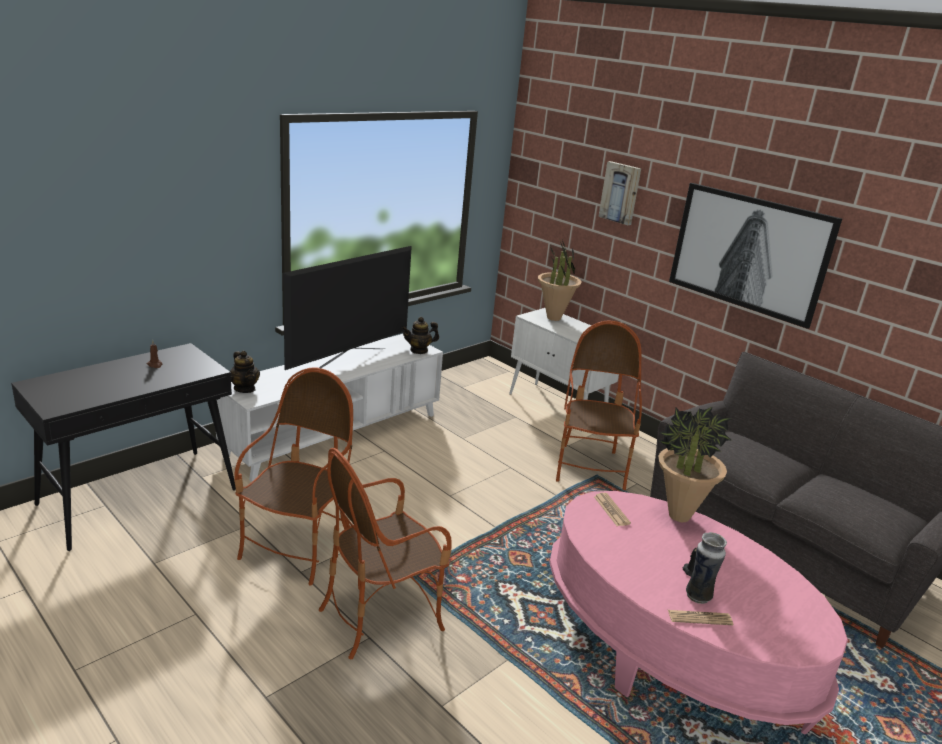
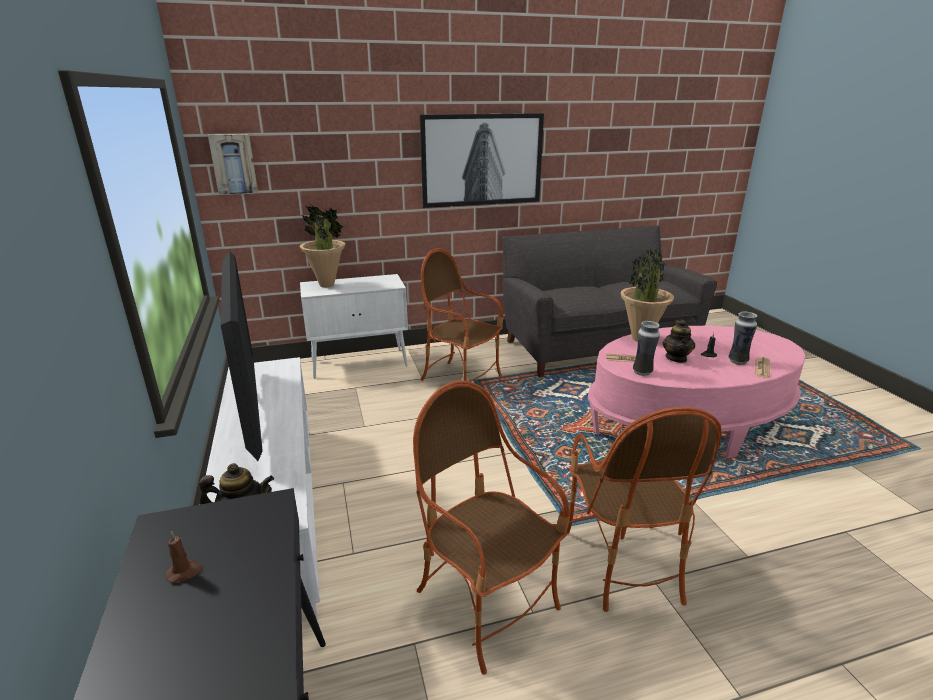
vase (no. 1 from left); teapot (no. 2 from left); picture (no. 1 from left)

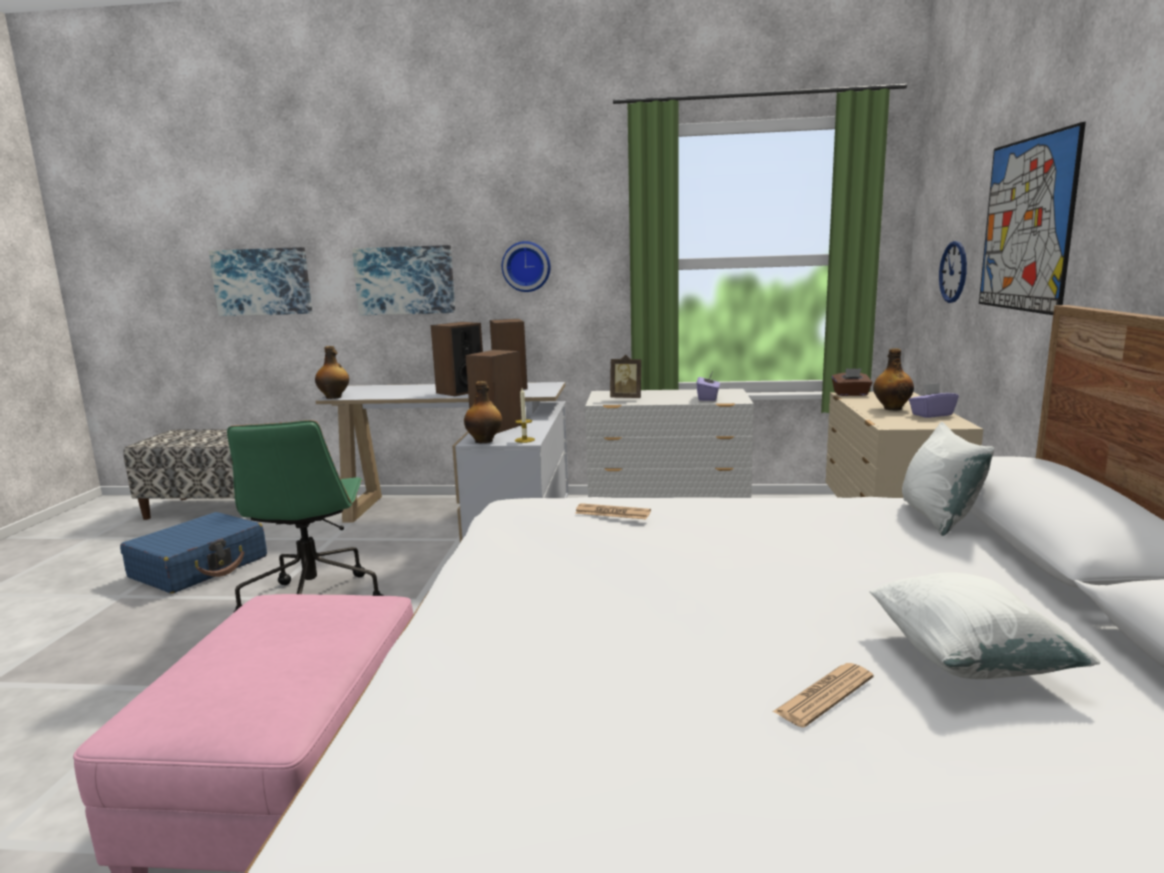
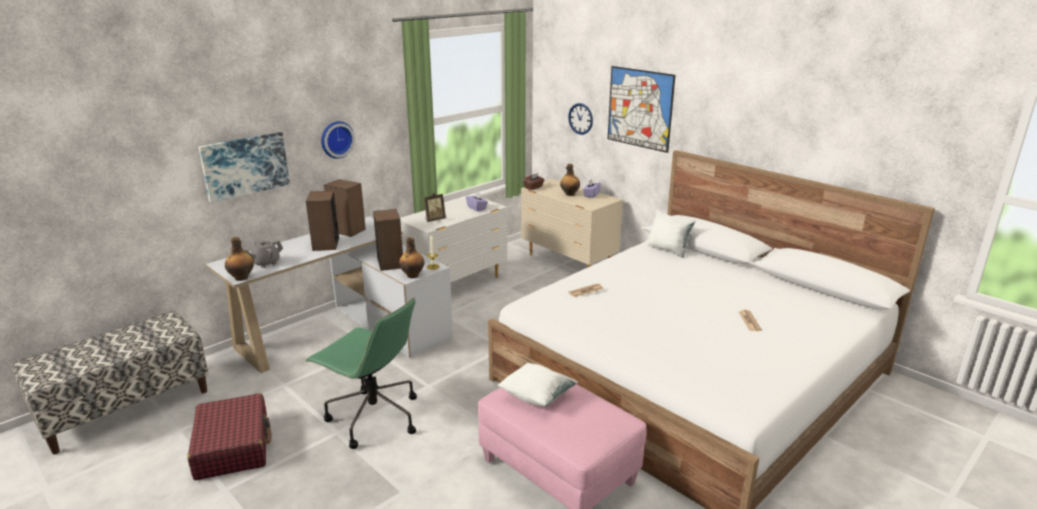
picture (no. 1 from left in the first image); grey_teapot; white_pillow (no. 1 from left); red_suitcase

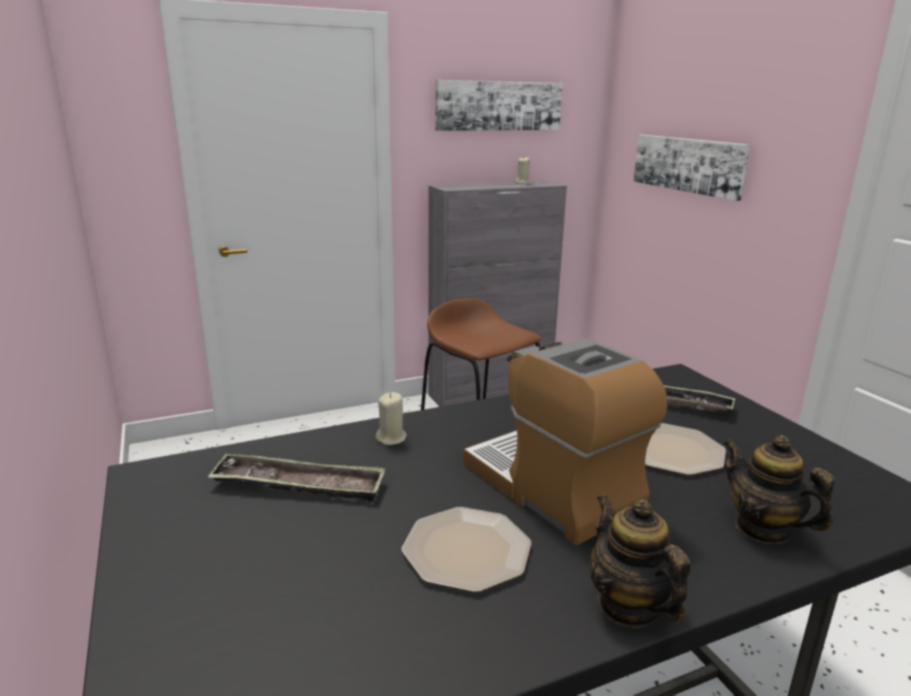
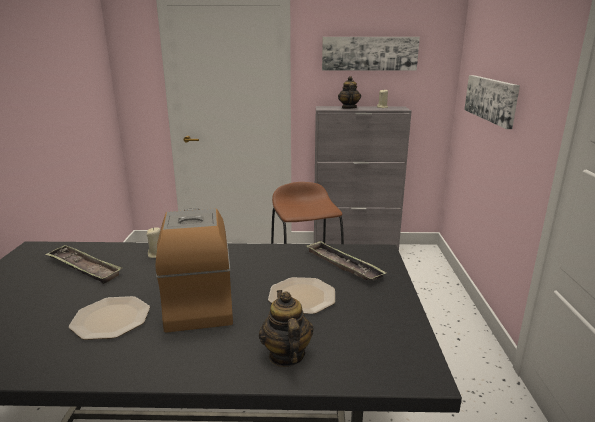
teapot (no. 2 from left)

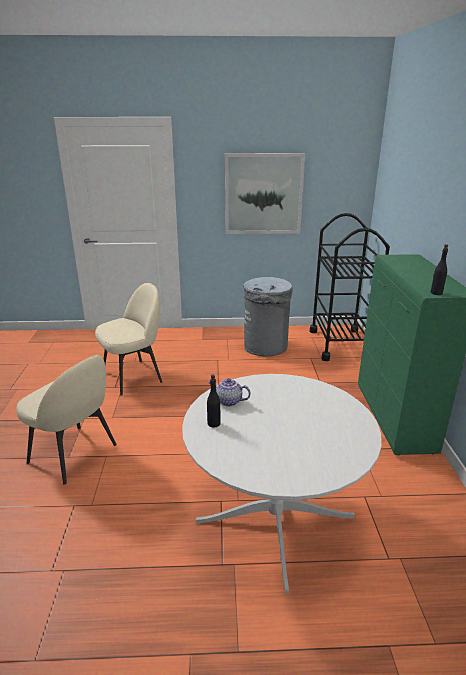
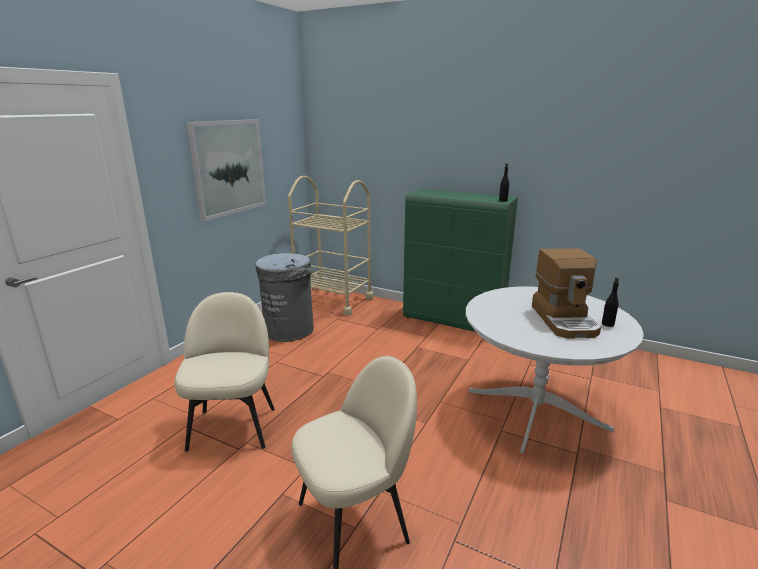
teapot; coffee_machine; black_bottle (no. 2 from left); beige_cart

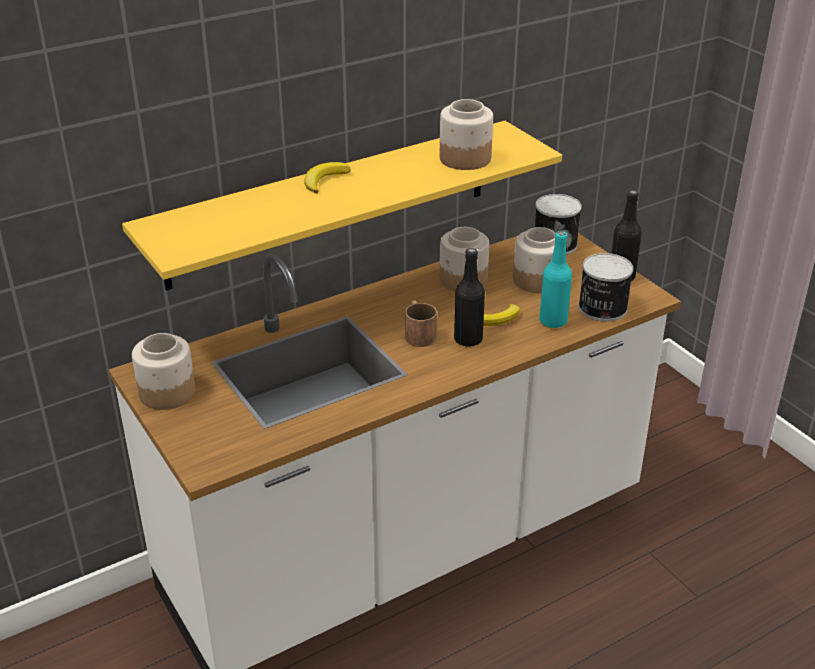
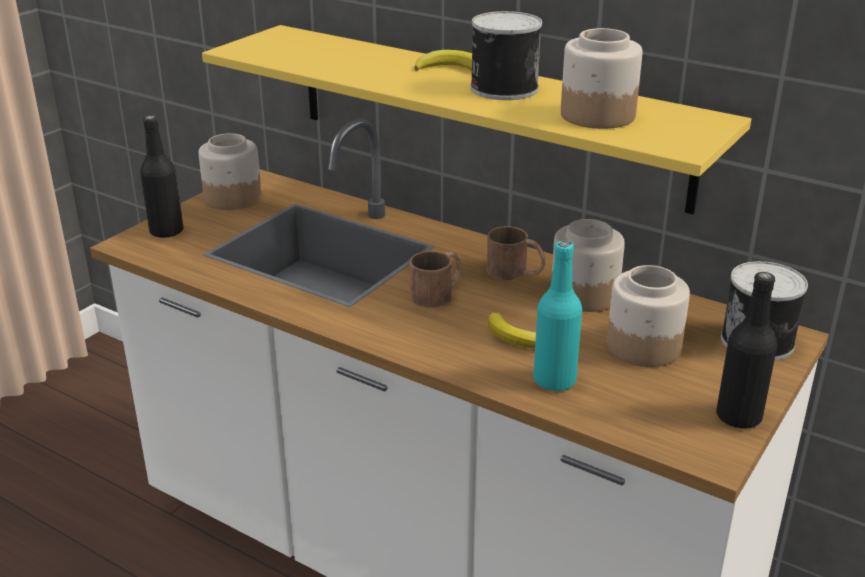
brown_mug (no. 2 from left); black_bottle (no. 1 from left); can (no. 1 from left)

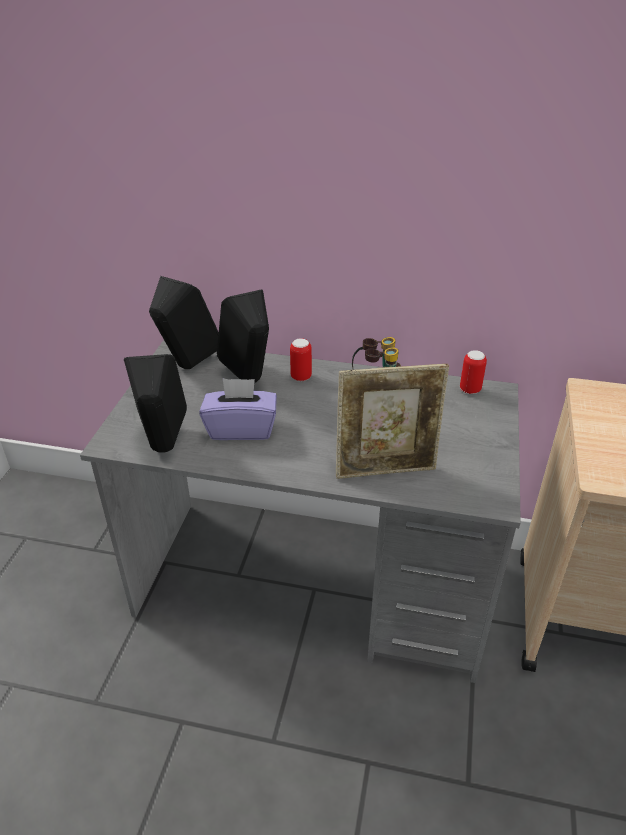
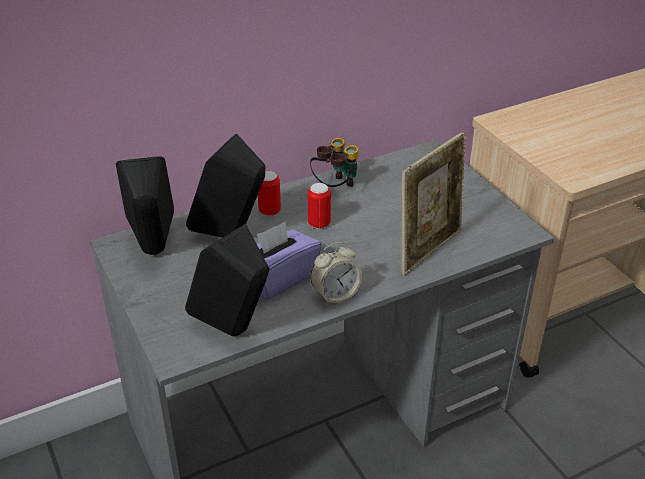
alarm_clock; can (no. 2 from left)

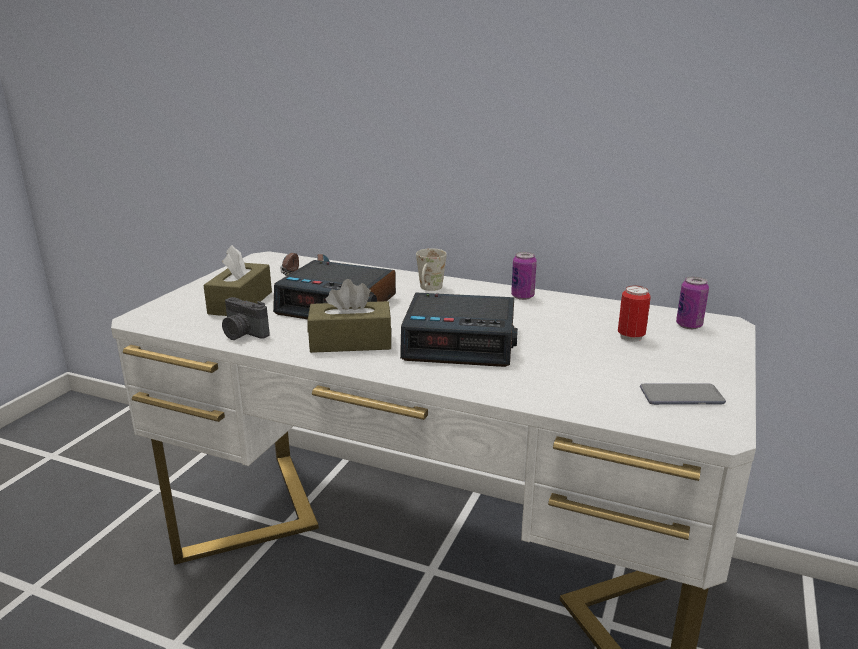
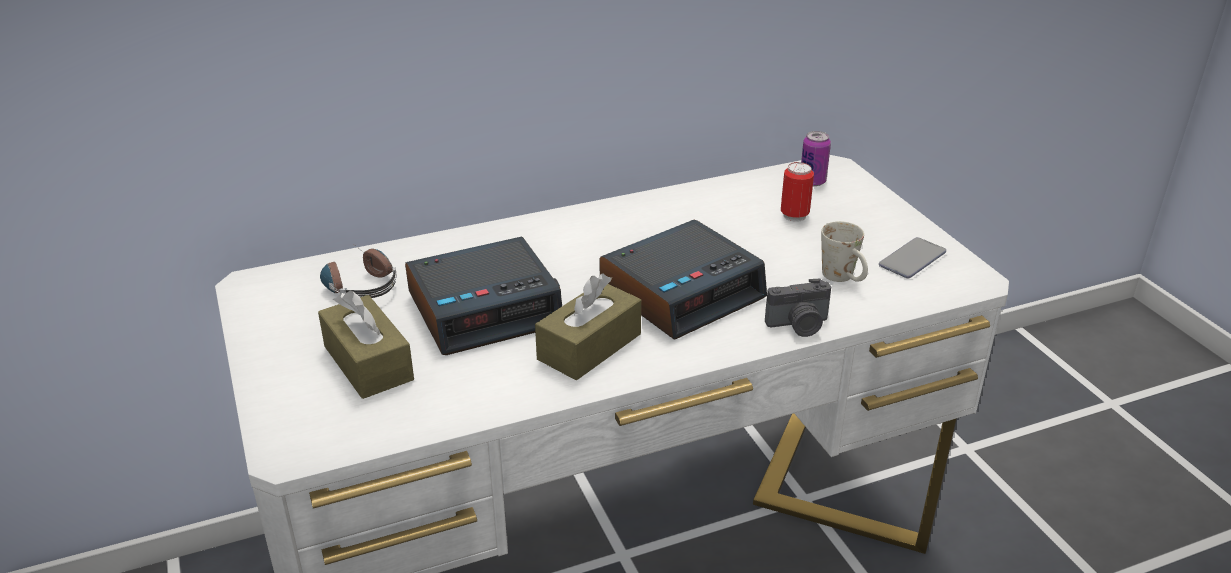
can (no. 1 from left in the first image); photo_camera; white_mug

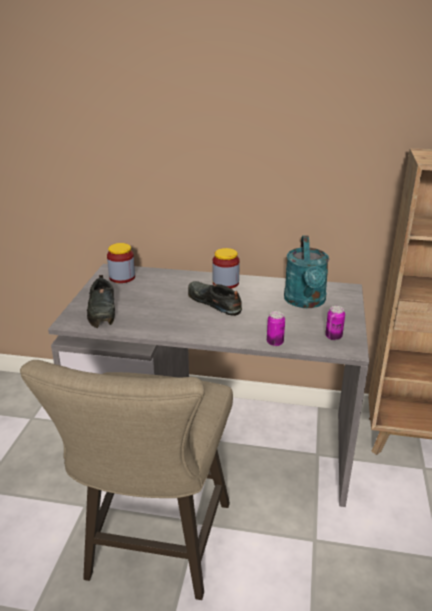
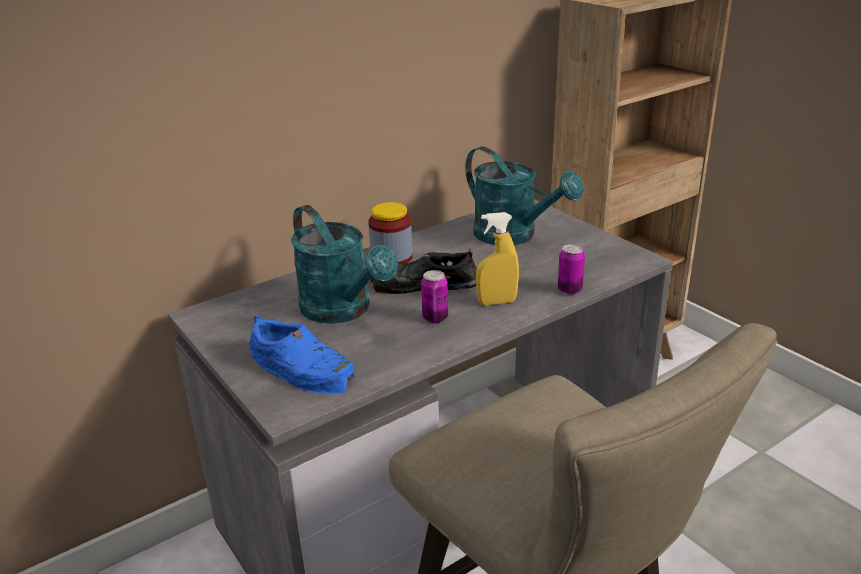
jar (no. 1 from left in the first image); turquoise_watering_can (no. 1 from left); yellow_spray_bottle; can (no. 1 from left); blue_shoe

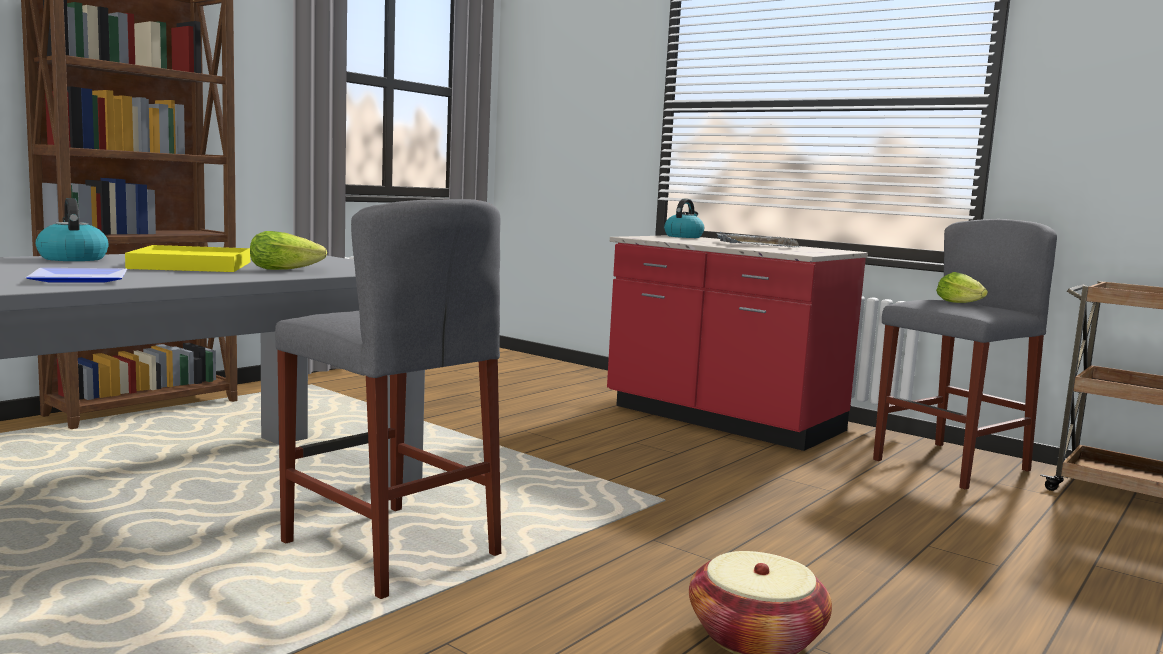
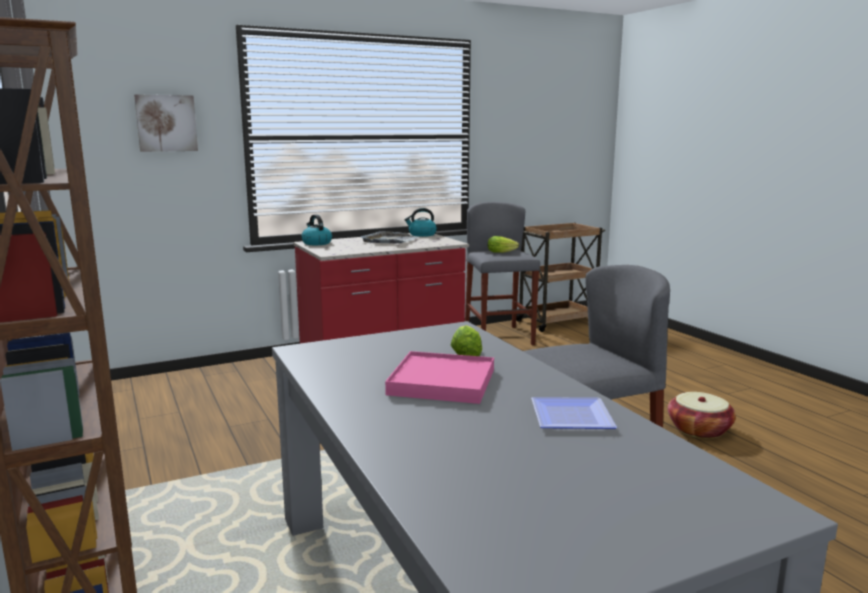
picture; kettle (no. 2 from left); pink_tray

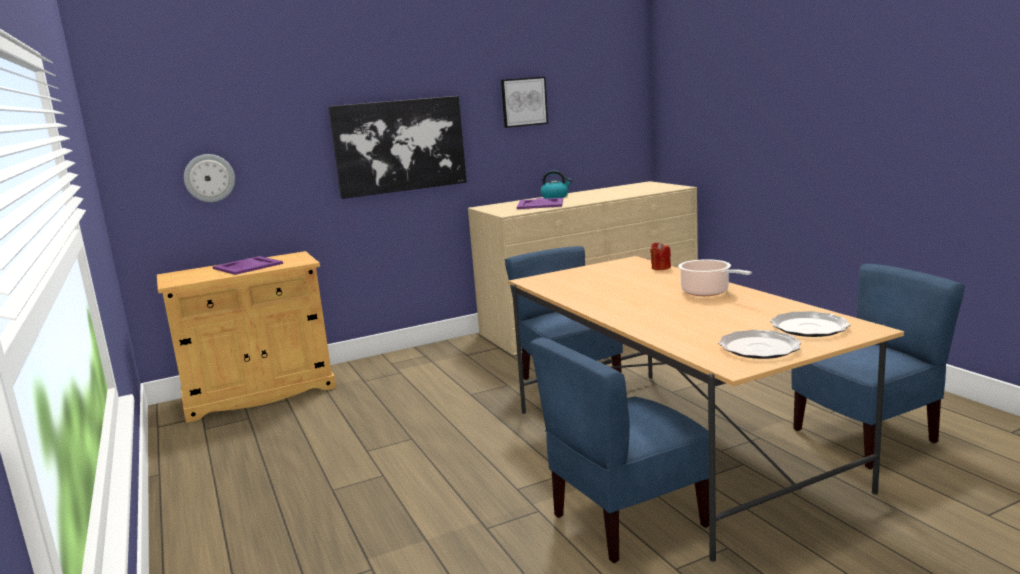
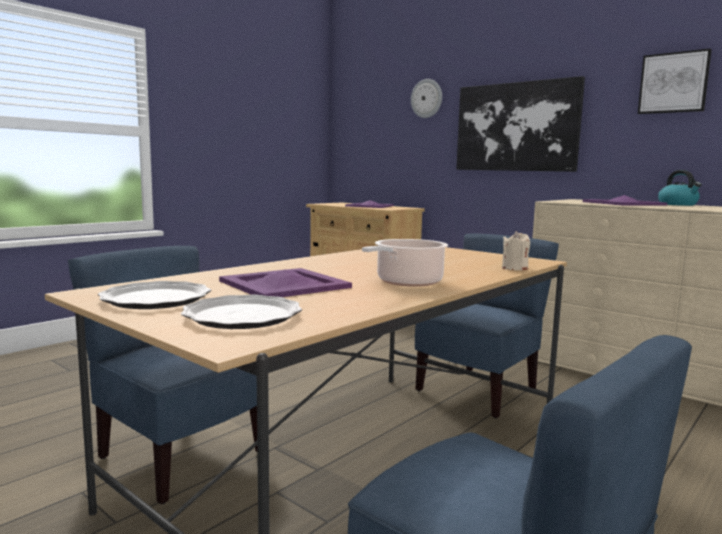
purple_tray (no. 1 from left); wall_clock; beige_candle

